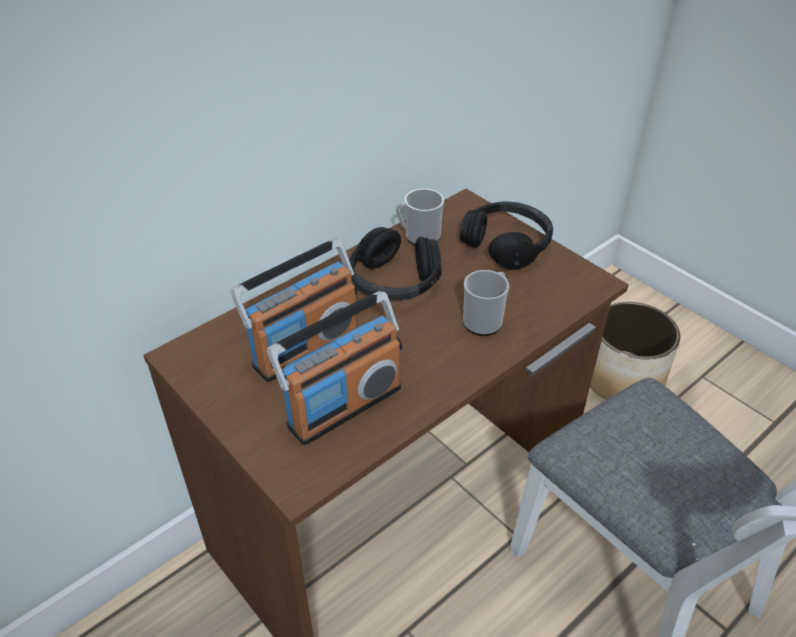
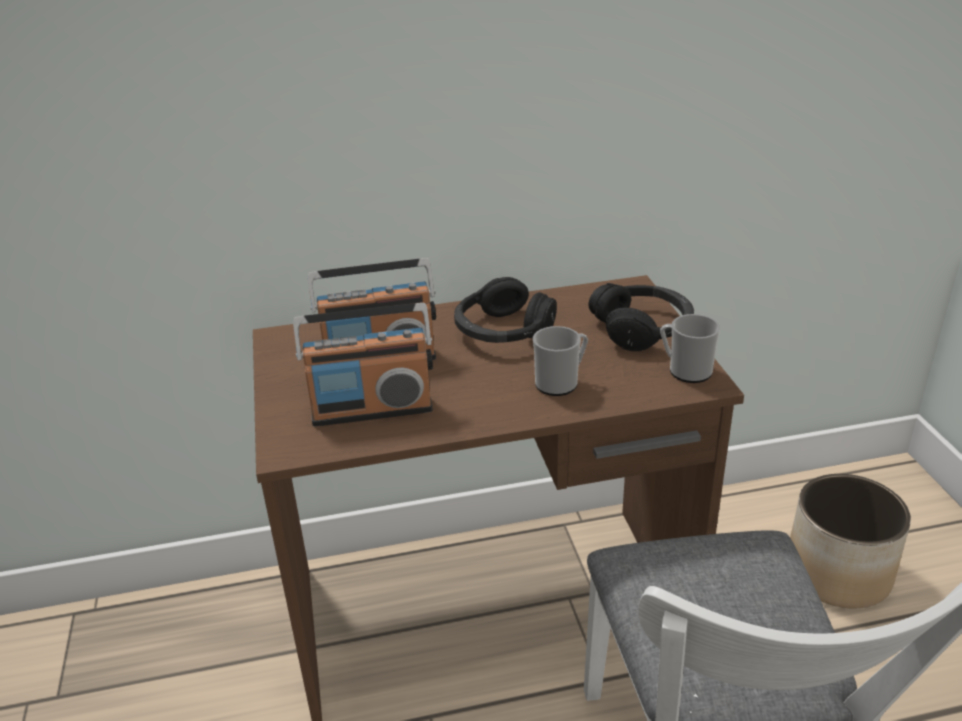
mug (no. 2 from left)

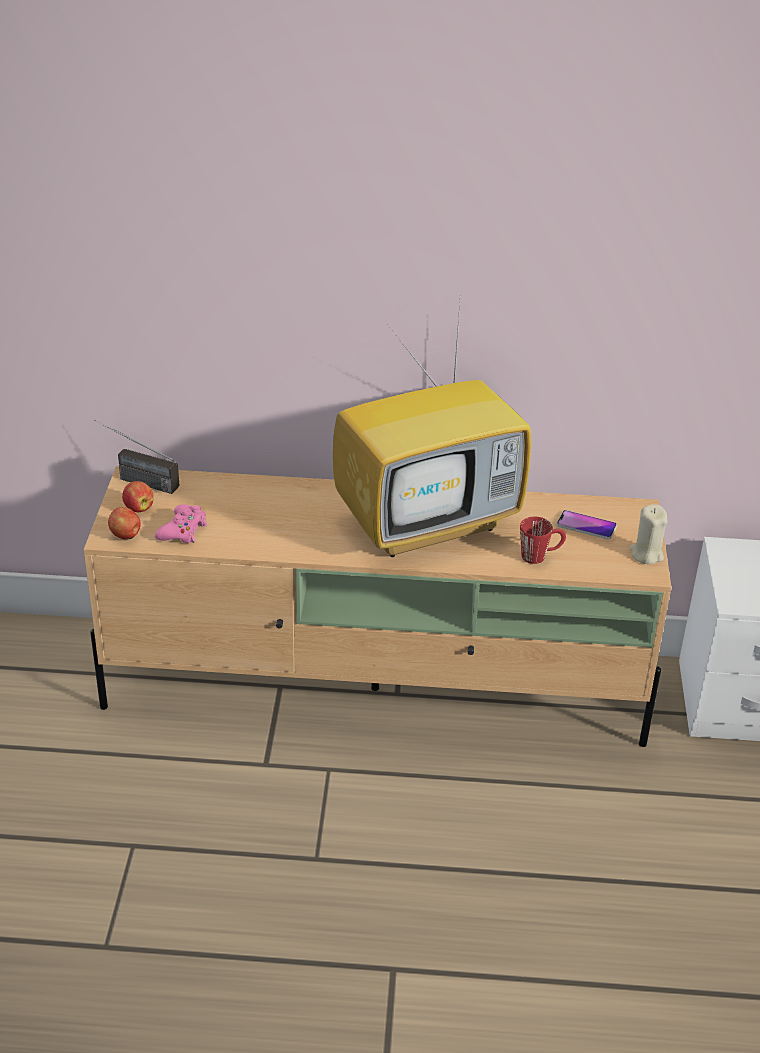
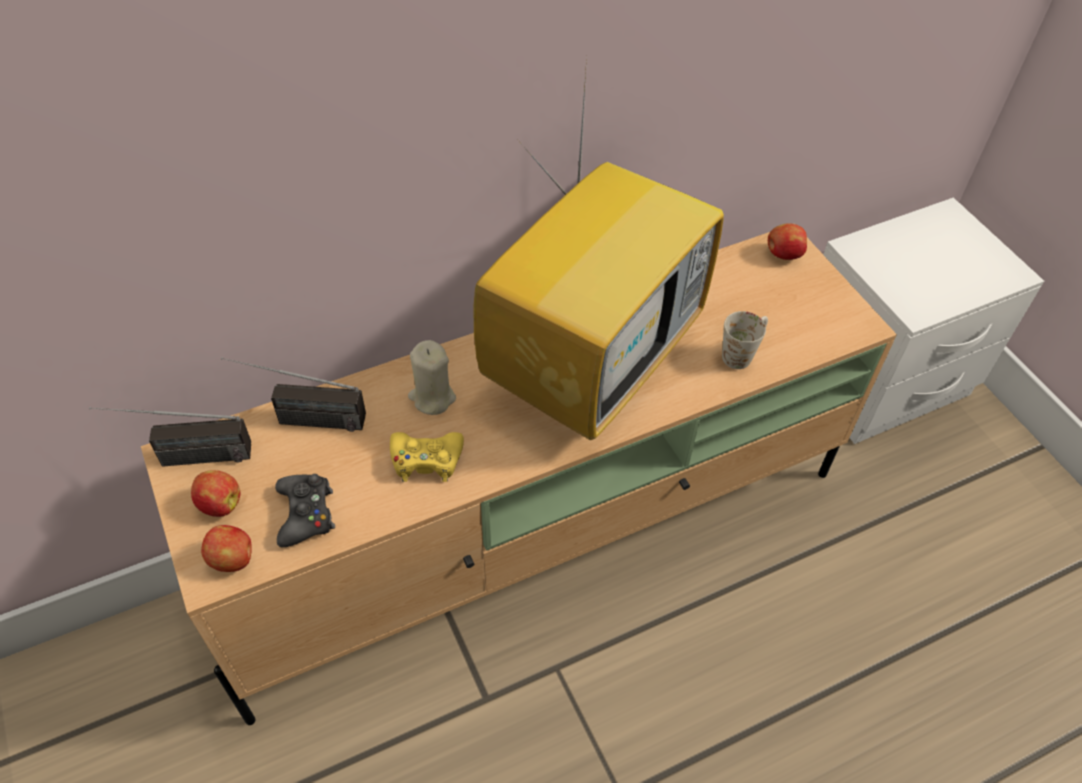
phone; radio (no. 2 from left); yellow_game_controller; apple (no. 3 from left); beige_candle; black_game_controller; white_mug

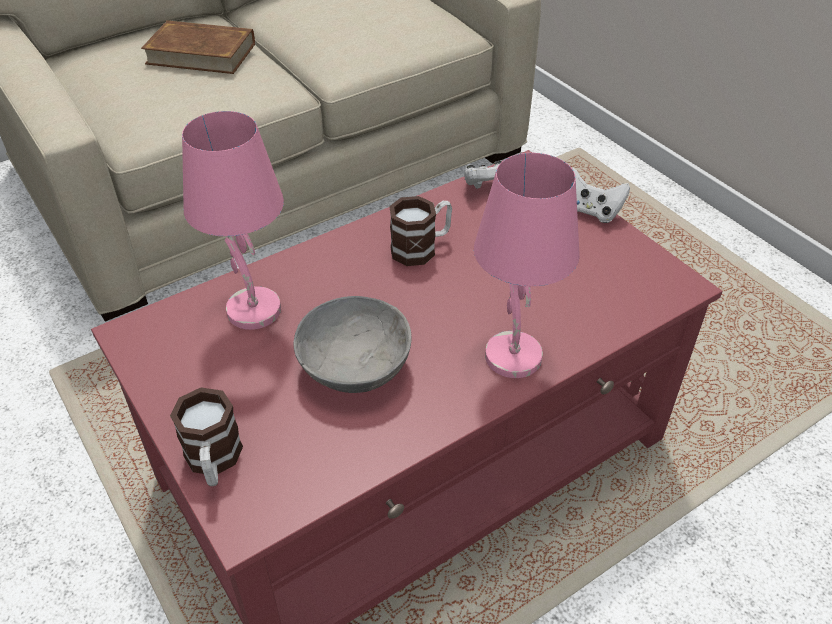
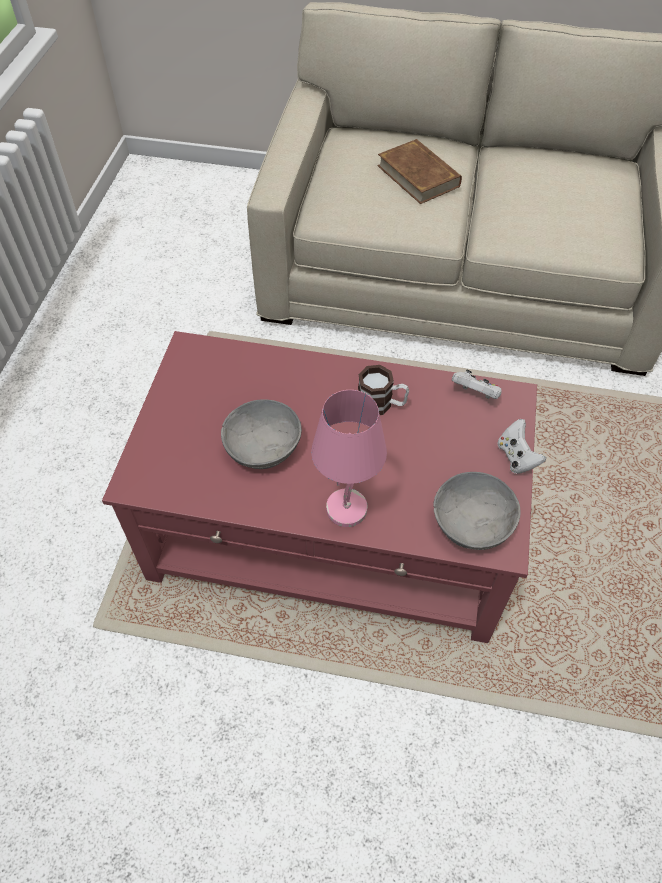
mug (no. 1 from left in the first image); pink_table_lamp (no. 1 from left in the first image); grey_bowl (no. 2 from left)

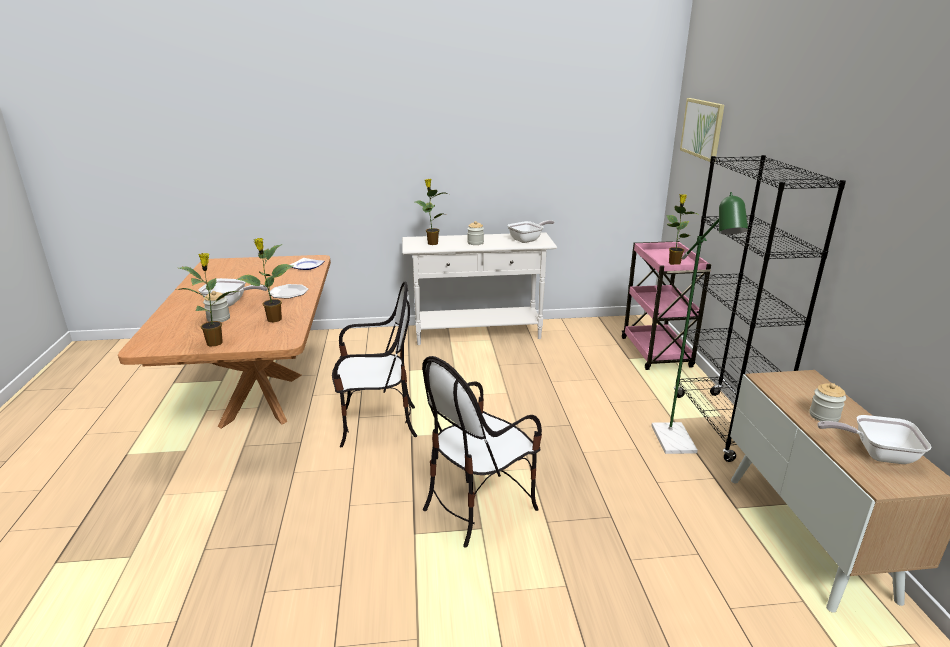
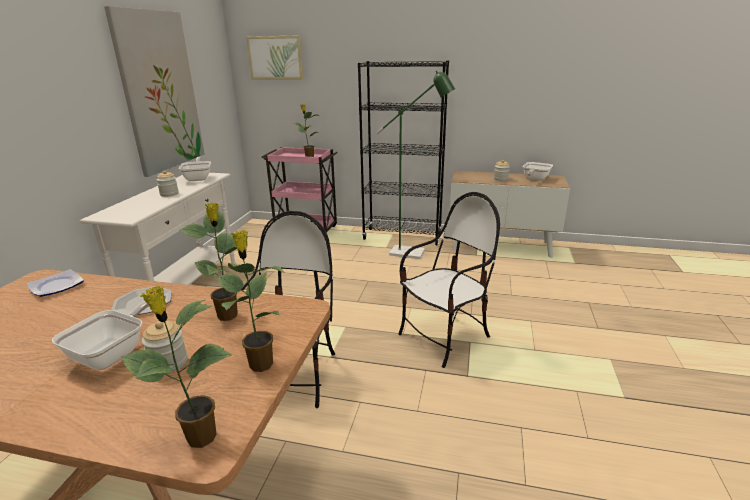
picture (no. 1 from left); potted_plant (no. 1 from left); chair (no. 2 from left)

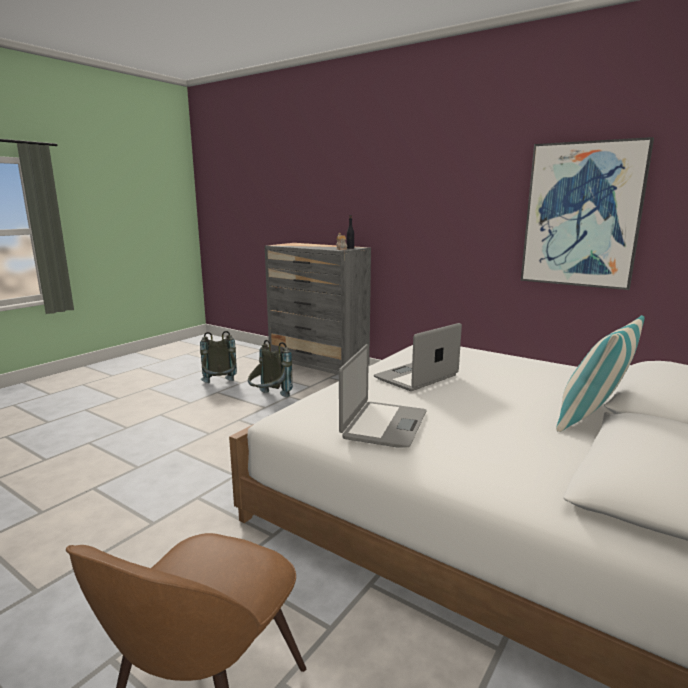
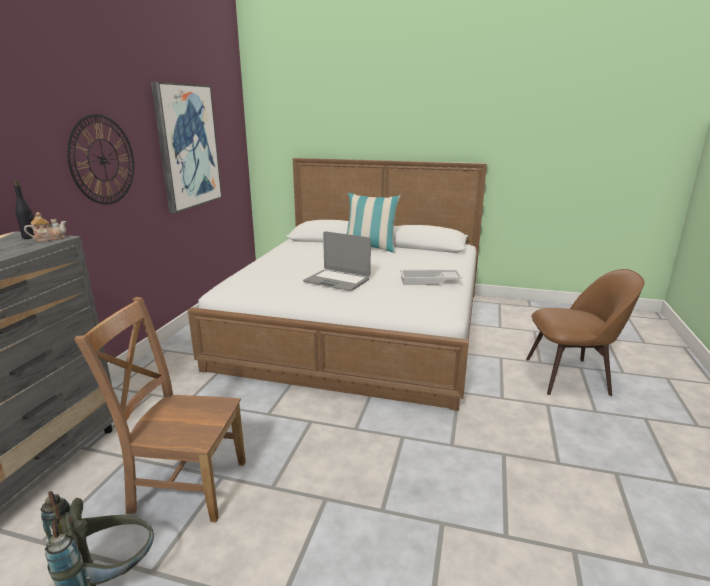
wall_clock; brown_chair (no. 1 from left); white_tray

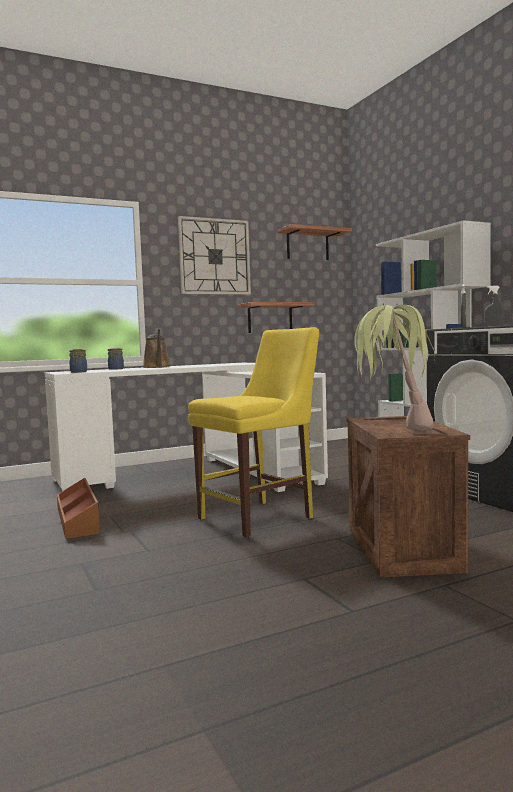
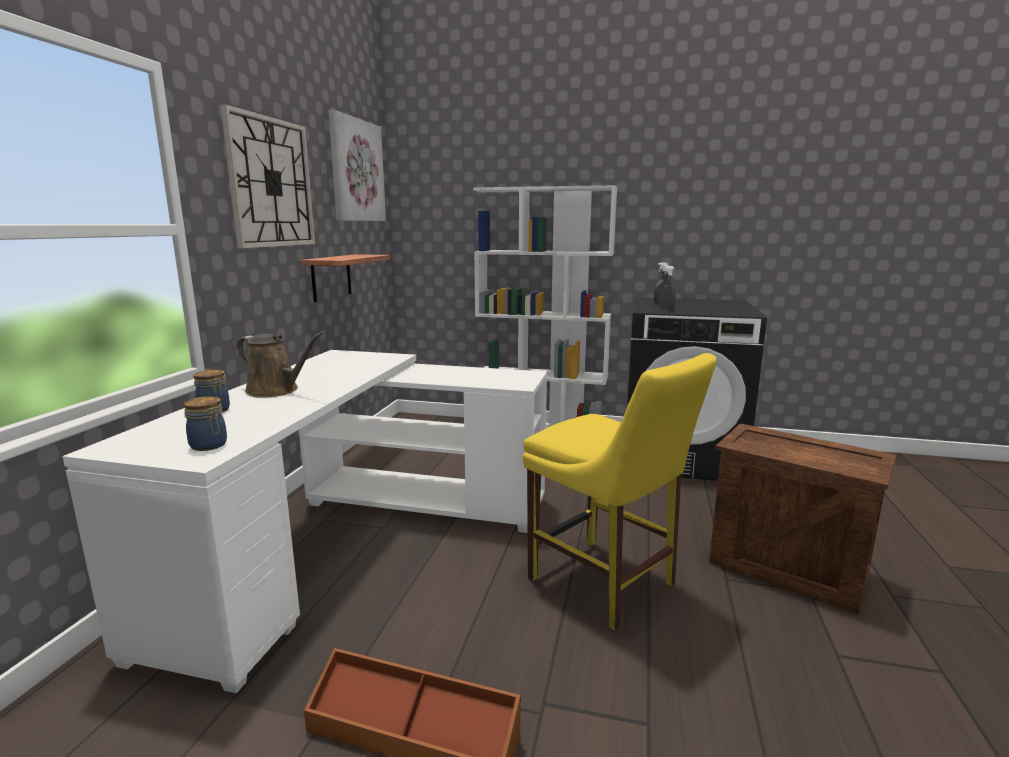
potted_plant; picture; yellow_chair

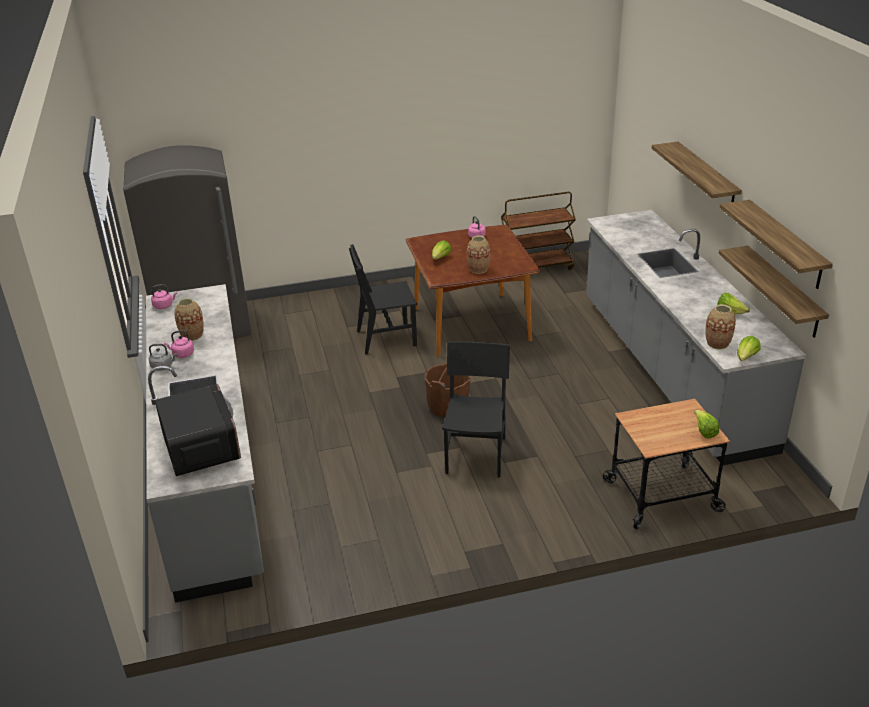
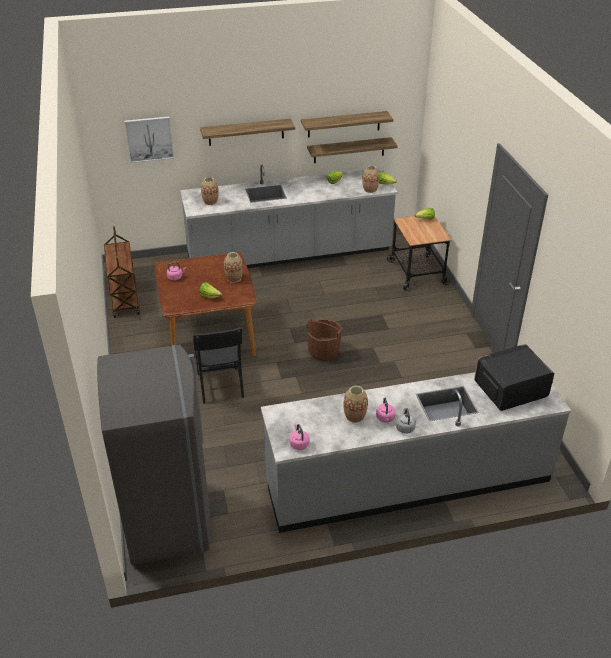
black_chair (no. 2 from left in the first image); picture; vase (no. 1 from left)

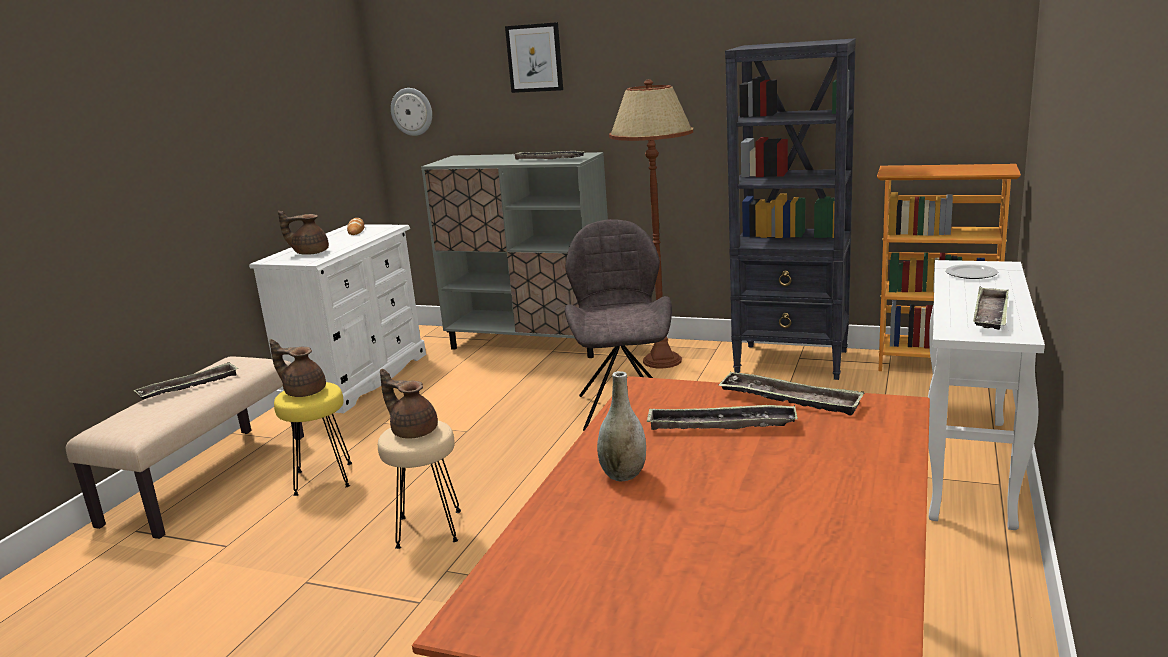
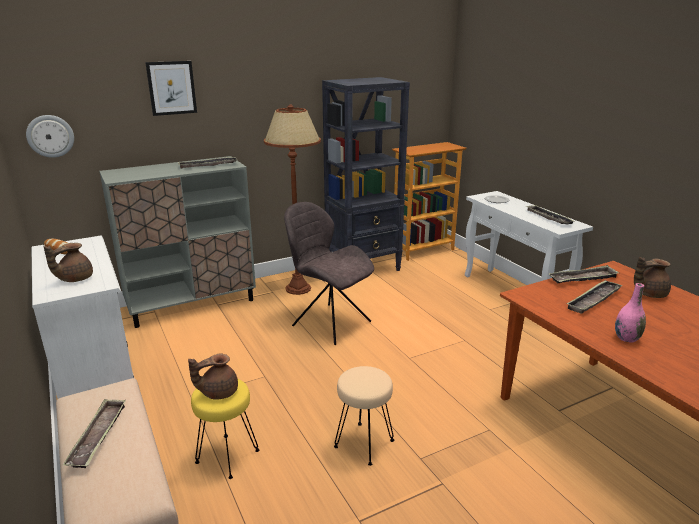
brown_teapot (no. 3 from left); pink_vase

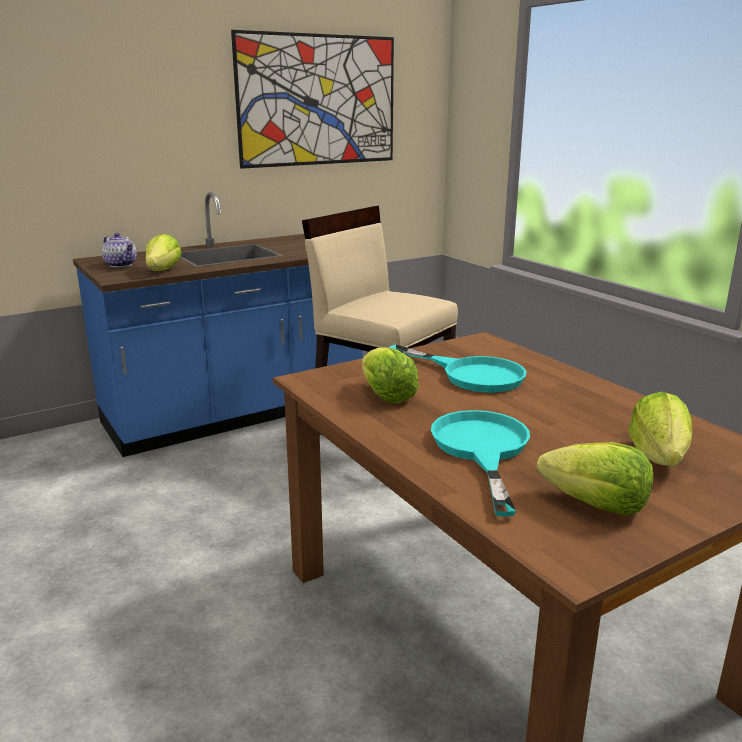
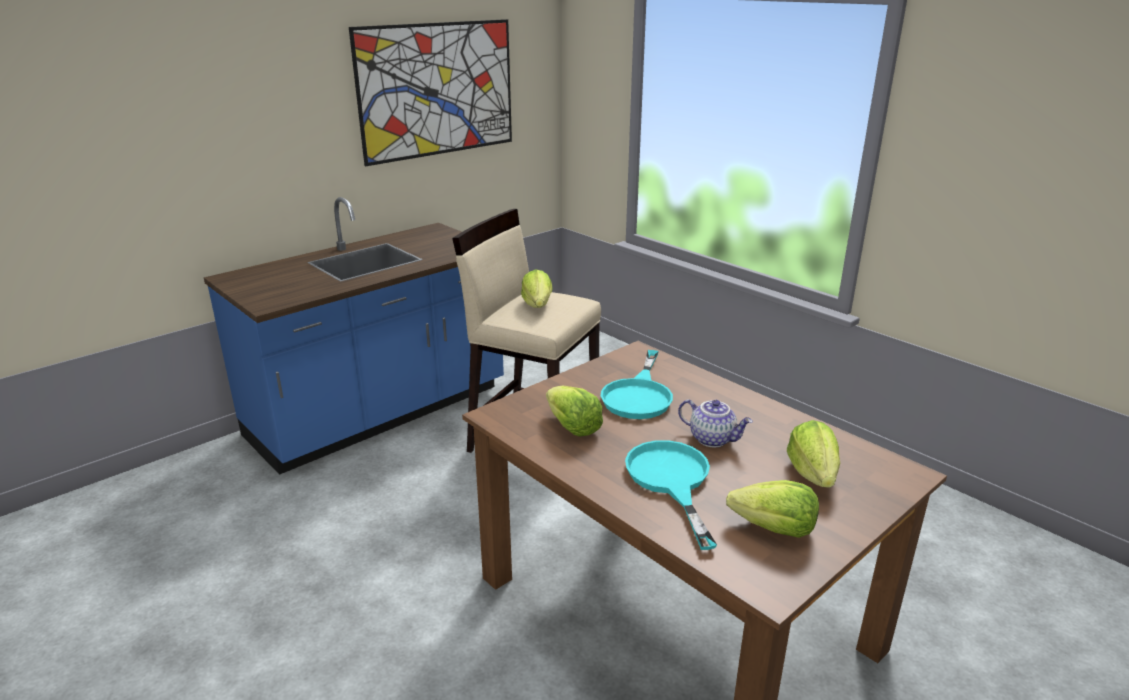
teapot; lettuce (no. 1 from left); turquoise_frying_pan (no. 1 from left)

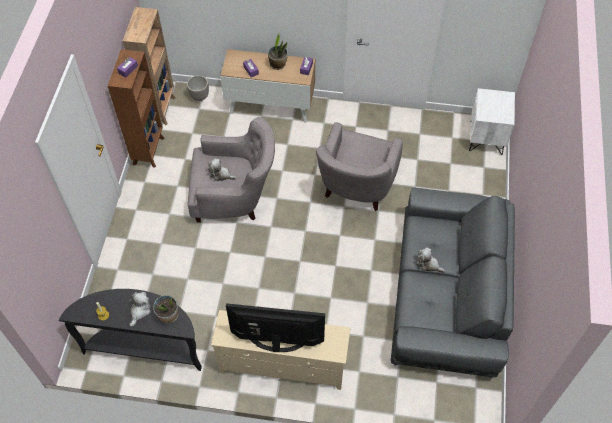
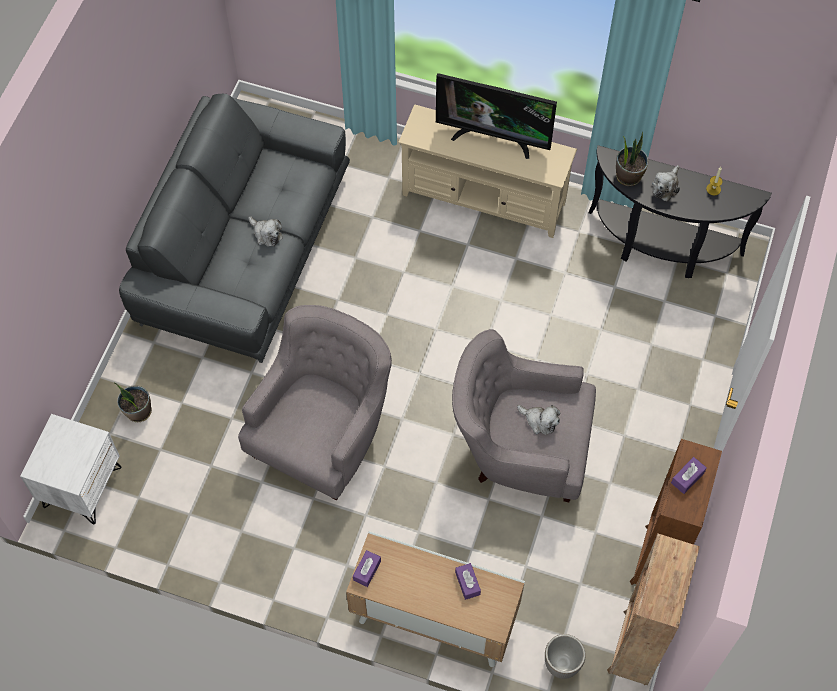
potted_plant (no. 1 from left)

